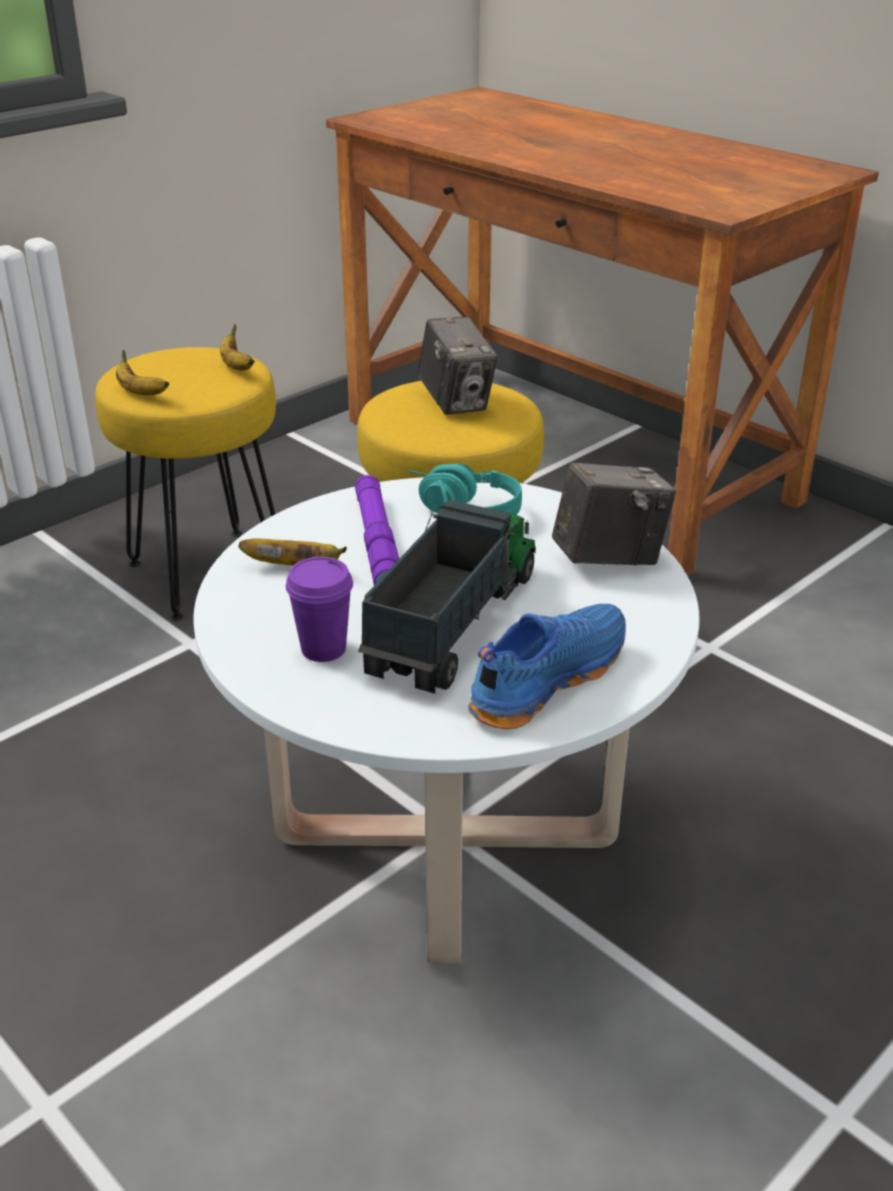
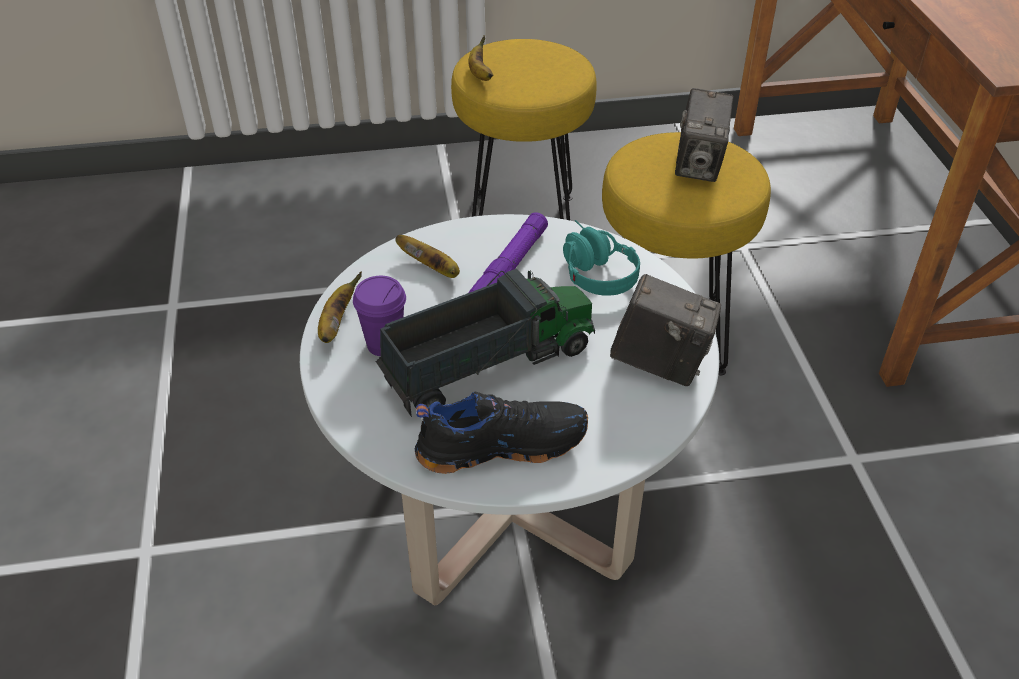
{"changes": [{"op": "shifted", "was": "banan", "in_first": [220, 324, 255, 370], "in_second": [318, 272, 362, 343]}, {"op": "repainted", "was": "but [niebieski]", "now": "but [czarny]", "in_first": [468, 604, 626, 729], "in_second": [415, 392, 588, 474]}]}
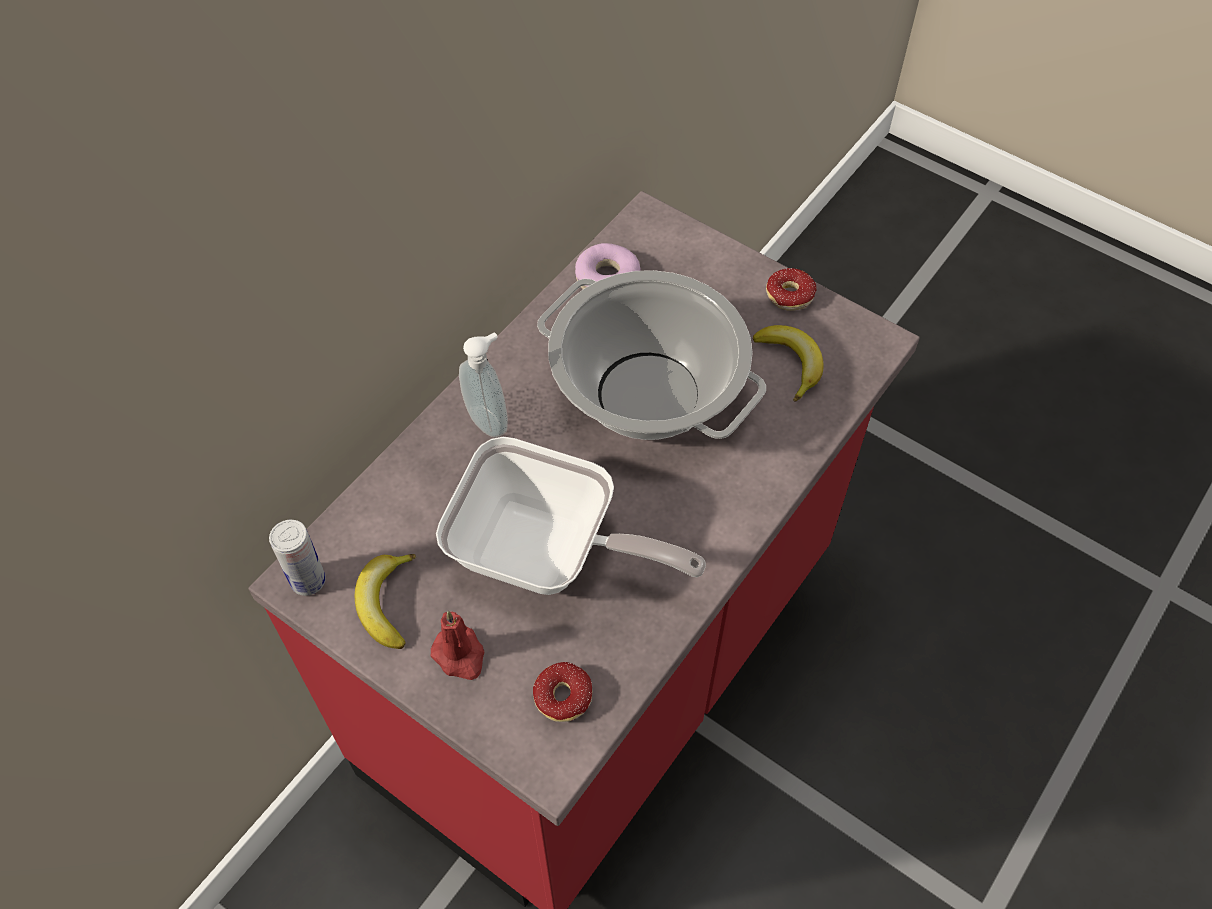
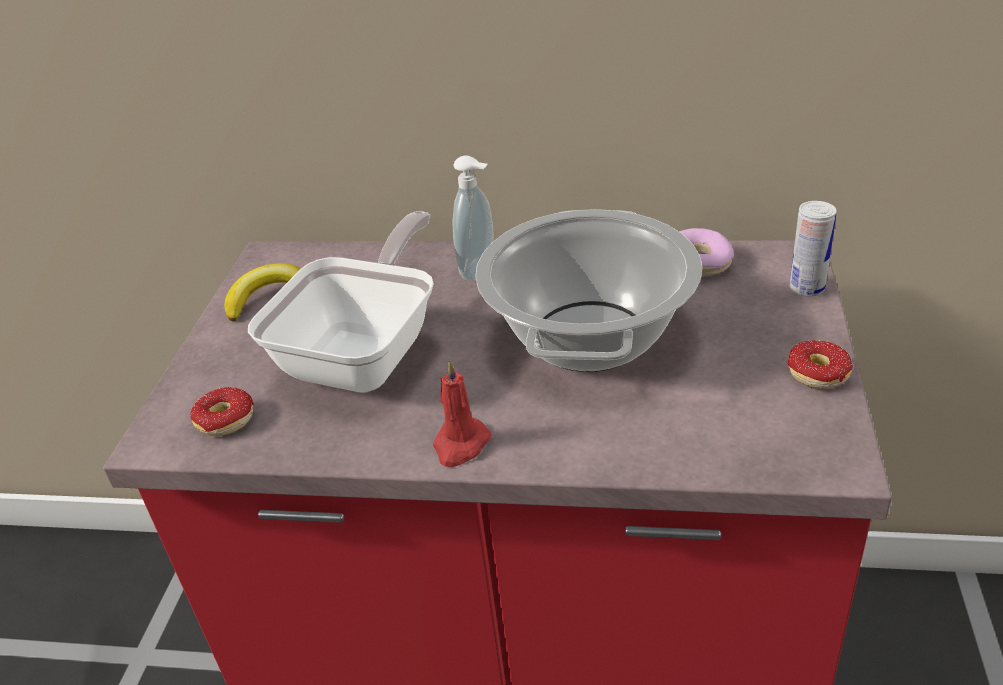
{"changes": [{"op": "gone", "was": "banan", "in_first": [753, 325, 824, 402]}, {"op": "shifted", "was": "puszka", "in_first": [269, 520, 326, 596], "in_second": [789, 201, 837, 297]}, {"op": "shifted", "was": "świeca [czerwony]", "in_first": [430, 611, 484, 680], "in_second": [433, 360, 491, 467]}, {"op": "rotated", "was": "patelnia", "in_first": [436, 437, 706, 595], "in_second": [248, 211, 434, 393], "clockwise": -150}]}
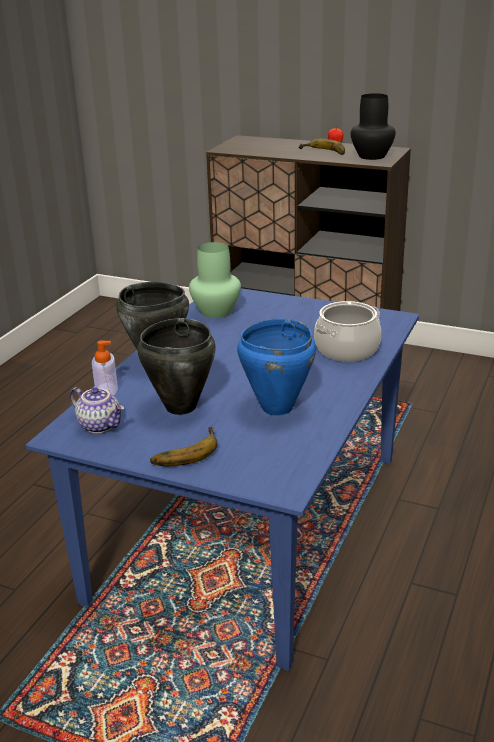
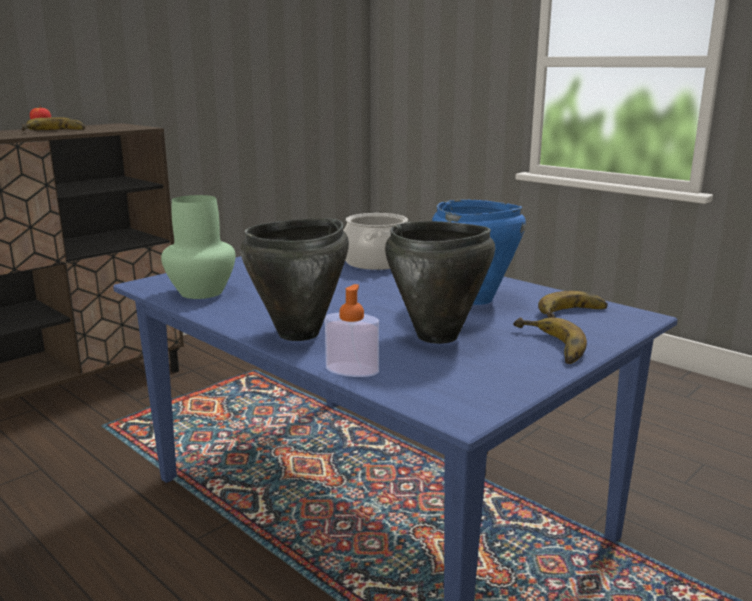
{"changes": [{"op": "gone", "was": "imbryk", "in_first": [70, 387, 124, 433]}, {"op": "gone", "was": "wazon [czarny]", "in_first": [351, 93, 396, 160]}, {"op": "new", "now": "banan", "in_second": [538, 291, 608, 318]}]}
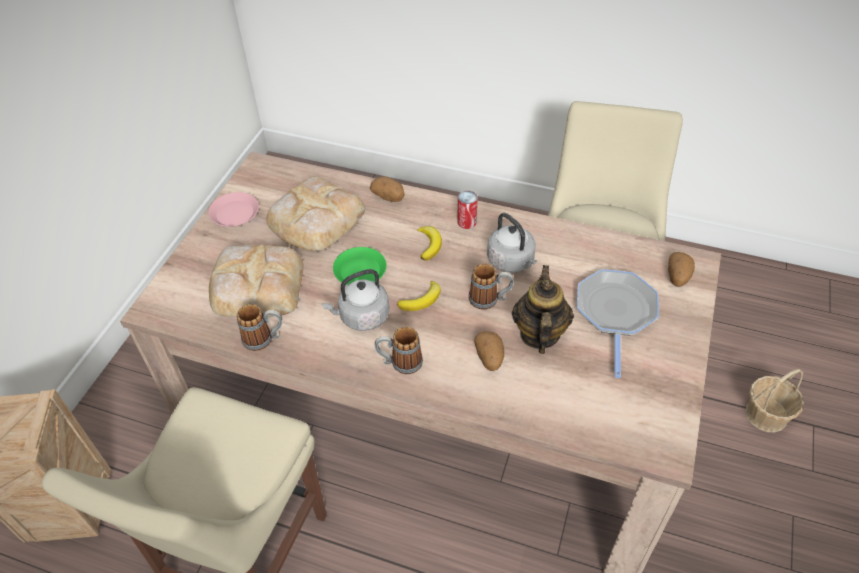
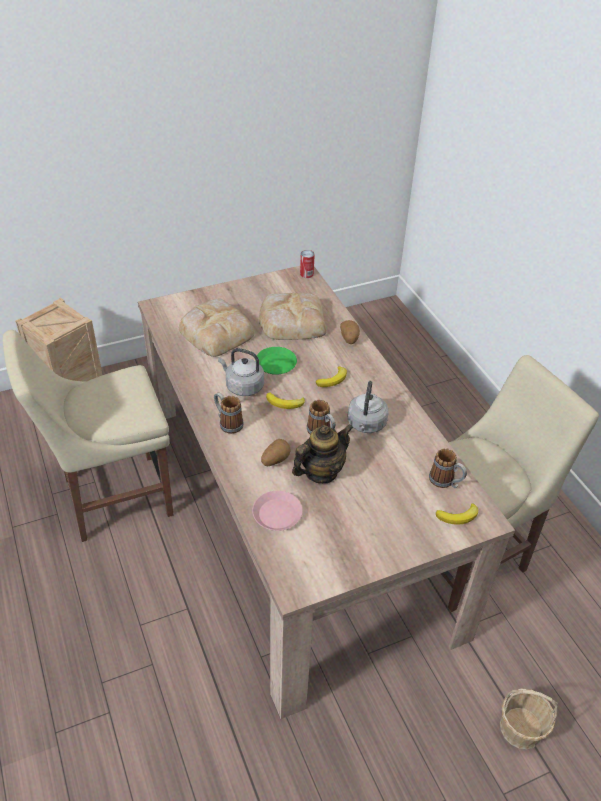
{"changes": [{"op": "gone", "was": "patelnia", "in_first": [577, 269, 659, 378]}, {"op": "shifted", "was": "talerz [różowy]", "in_first": [208, 192, 259, 227], "in_second": [252, 491, 303, 531]}, {"op": "shifted", "was": "kubek", "in_first": [237, 304, 282, 351], "in_second": [429, 448, 467, 488]}, {"op": "shifted", "was": "puszka", "in_first": [457, 191, 478, 229], "in_second": [300, 250, 315, 278]}, {"op": "swapped", "was": "ziemniak", "now": "banan", "in_first": [668, 252, 695, 287], "in_second": [436, 503, 478, 525]}]}
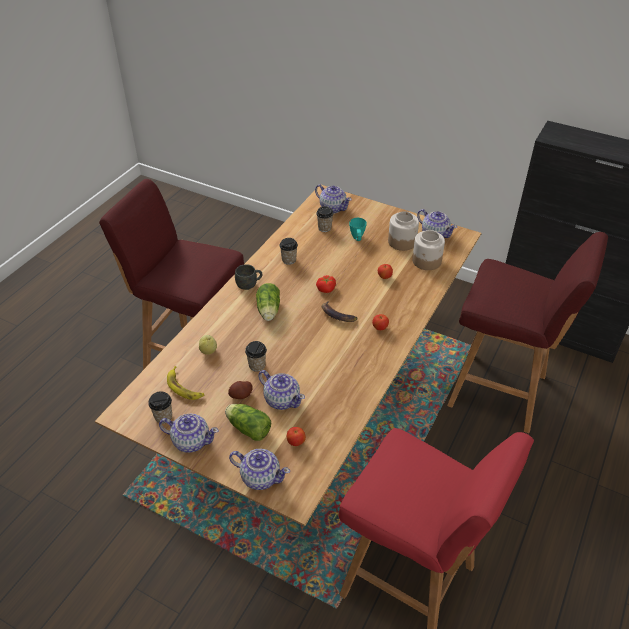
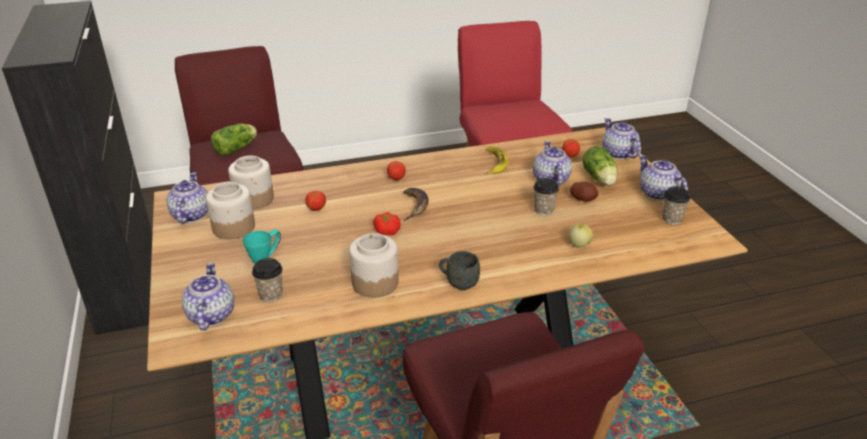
{"changes": [{"op": "shifted", "was": "banan", "in_first": [167, 366, 204, 400], "in_second": [487, 146, 509, 174]}, {"op": "shifted", "was": "sałata", "in_first": [256, 283, 280, 321], "in_second": [211, 124, 257, 156]}, {"op": "swapped", "was": "filiżanka", "now": "słoik", "in_first": [279, 238, 298, 265], "in_second": [349, 233, 398, 298]}]}
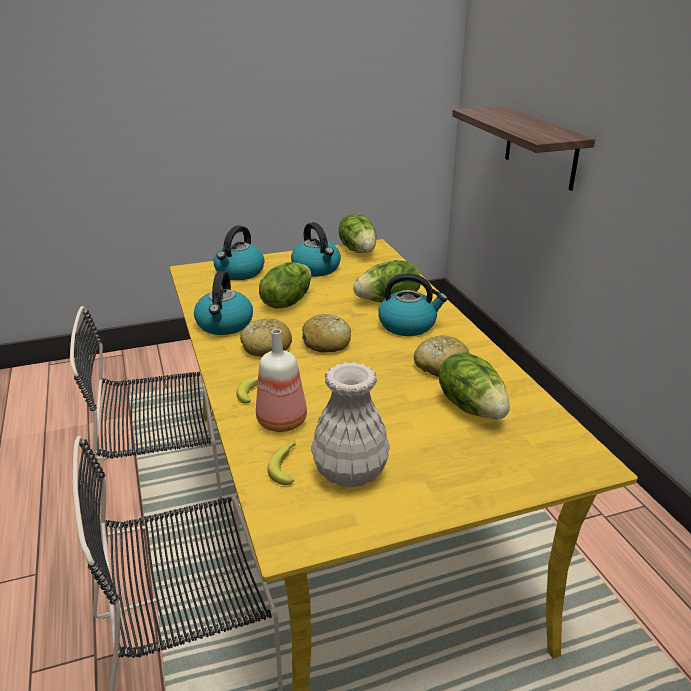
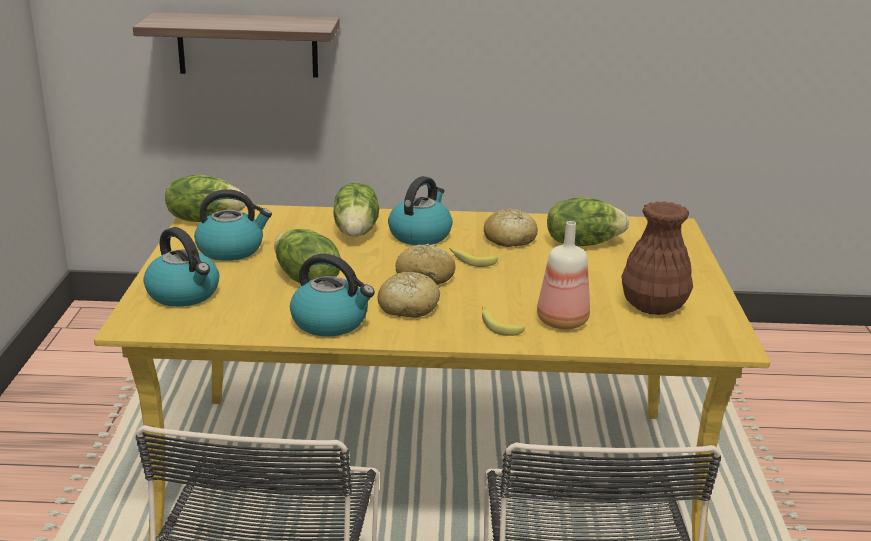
{"changes": [{"op": "shifted", "was": "banan", "in_first": [268, 441, 296, 485], "in_second": [449, 248, 498, 267]}, {"op": "repainted", "was": "wazon [biały]", "now": "wazon [brązowy]", "in_first": [311, 362, 390, 487], "in_second": [621, 201, 693, 315]}]}
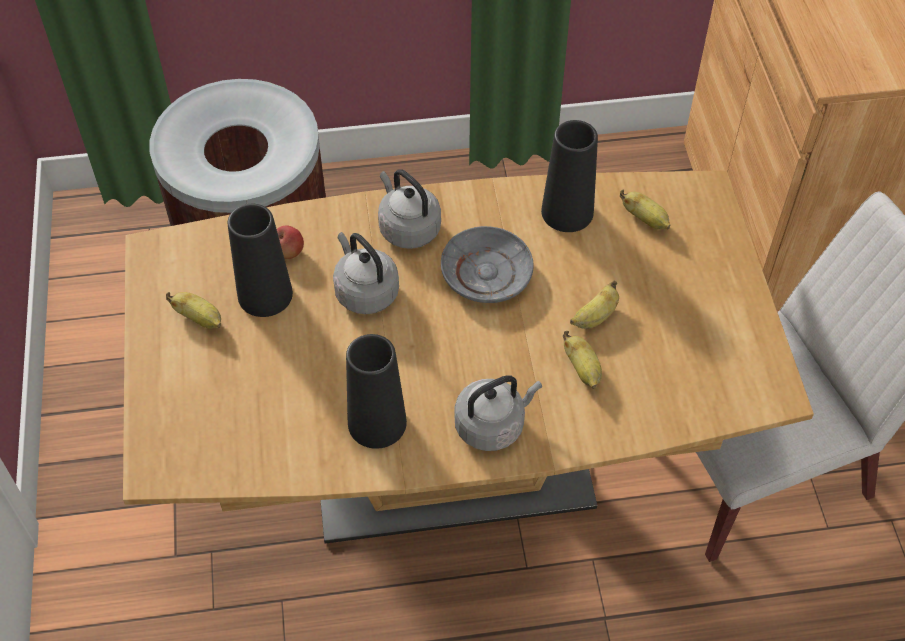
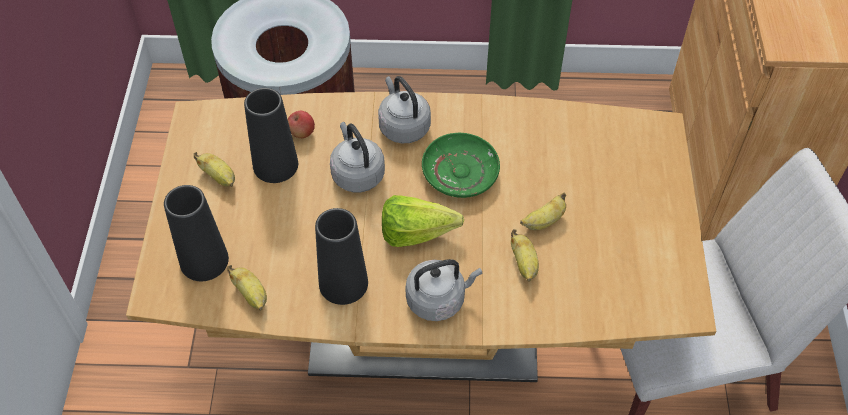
{"changes": [{"op": "new", "now": "sałata", "in_second": [382, 195, 464, 247]}, {"op": "shifted", "was": "wazon [czarny]", "in_first": [541, 120, 598, 232], "in_second": [164, 185, 229, 281]}, {"op": "shifted", "was": "banan", "in_first": [620, 190, 670, 229], "in_second": [227, 265, 267, 311]}, {"op": "repainted", "was": "talerz [szary]", "now": "talerz [zielony]", "in_first": [441, 226, 534, 303], "in_second": [422, 133, 500, 198]}]}
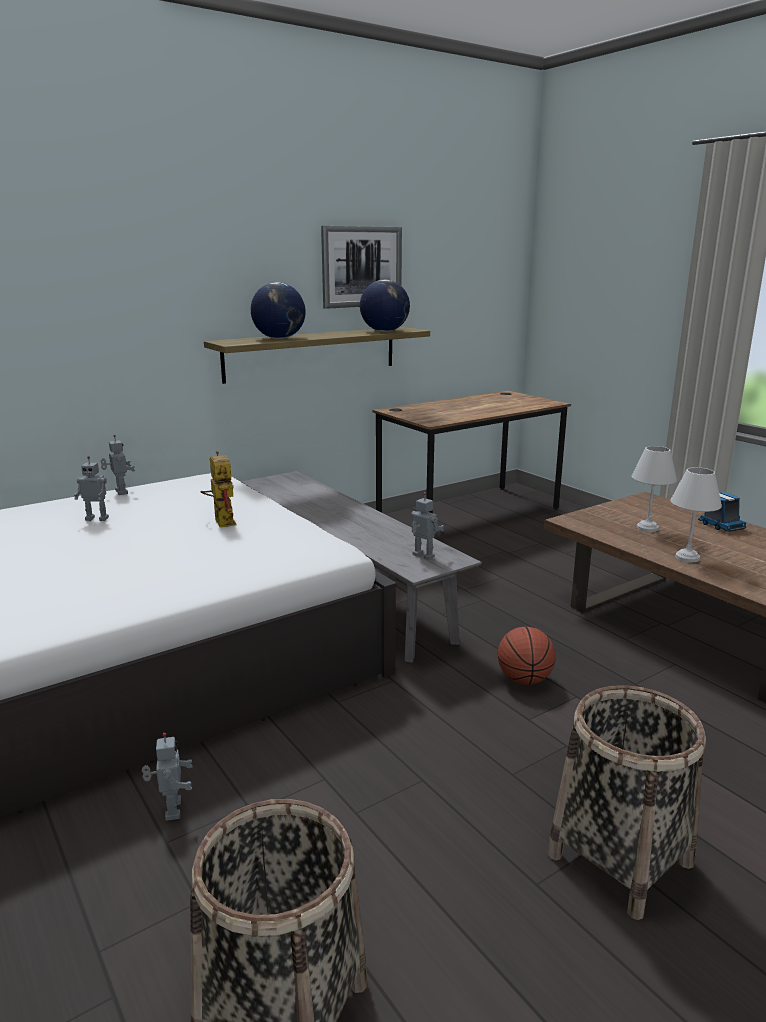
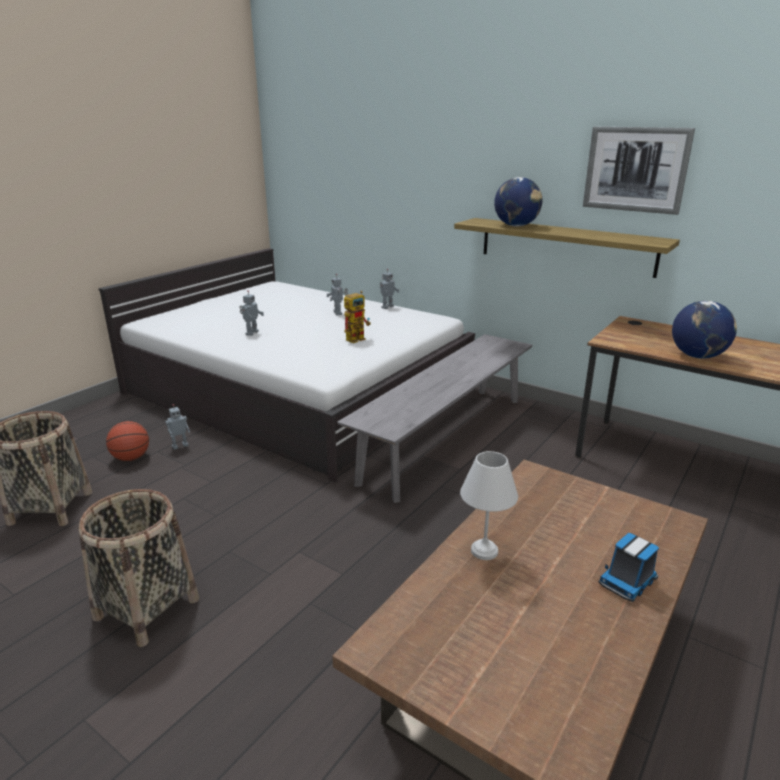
{"changes": [{"op": "gone", "was": "lampa stołowa [biały]", "in_first": [632, 446, 677, 532]}, {"op": "shifted", "was": "globus", "in_first": [360, 280, 410, 332], "in_second": [672, 301, 737, 359]}, {"op": "shifted", "was": "robot zabawkowy", "in_first": [411, 492, 444, 560], "in_second": [239, 290, 264, 336]}, {"op": "shifted", "was": "piłka do koszykówki", "in_first": [498, 627, 556, 685], "in_second": [106, 421, 149, 461]}]}
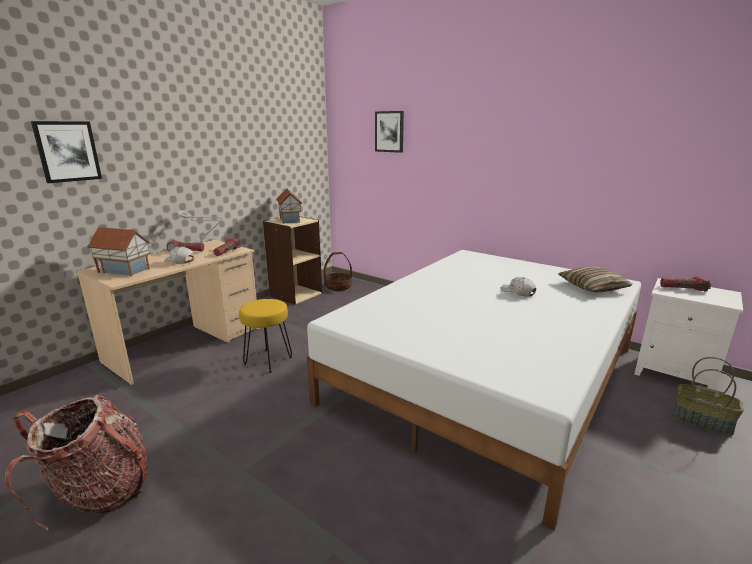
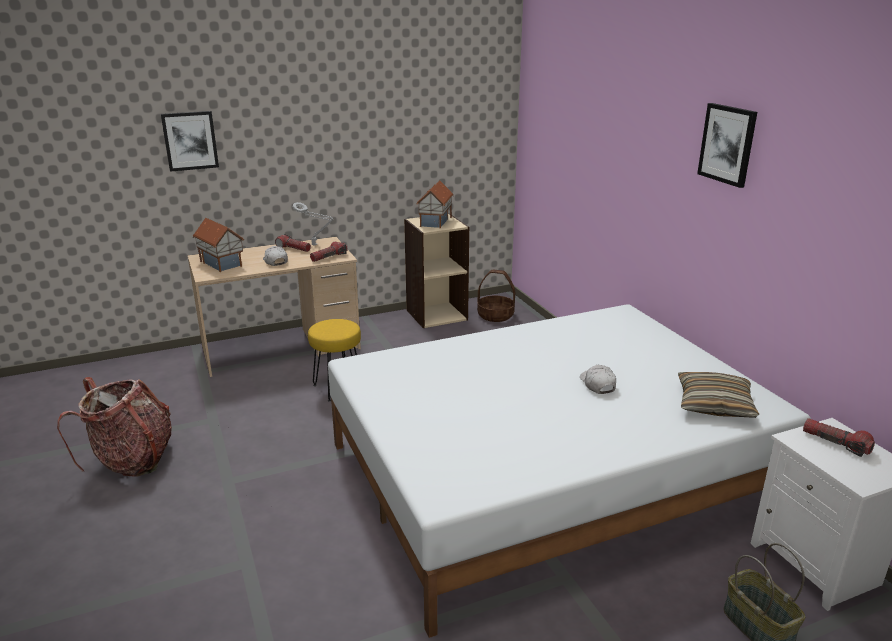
{"changes": [{"op": "shifted", "was": "obraz", "in_first": [375, 111, 404, 153], "in_second": [697, 103, 757, 188]}]}
